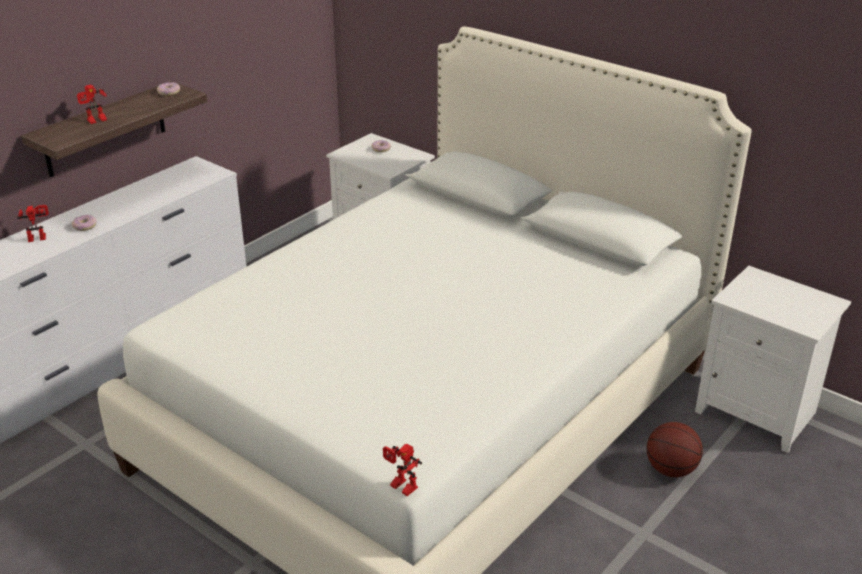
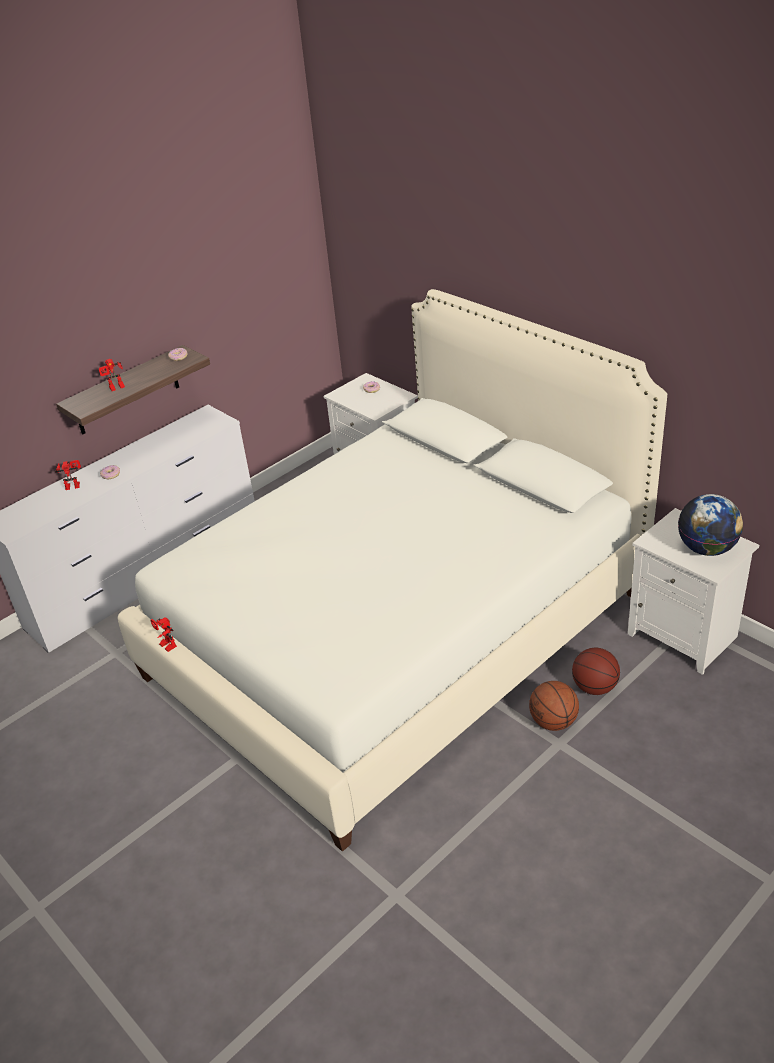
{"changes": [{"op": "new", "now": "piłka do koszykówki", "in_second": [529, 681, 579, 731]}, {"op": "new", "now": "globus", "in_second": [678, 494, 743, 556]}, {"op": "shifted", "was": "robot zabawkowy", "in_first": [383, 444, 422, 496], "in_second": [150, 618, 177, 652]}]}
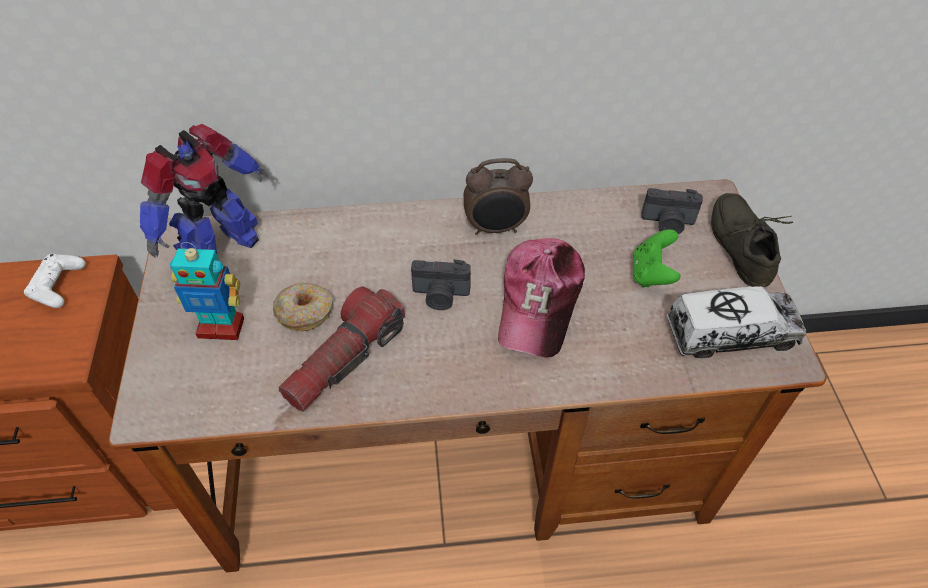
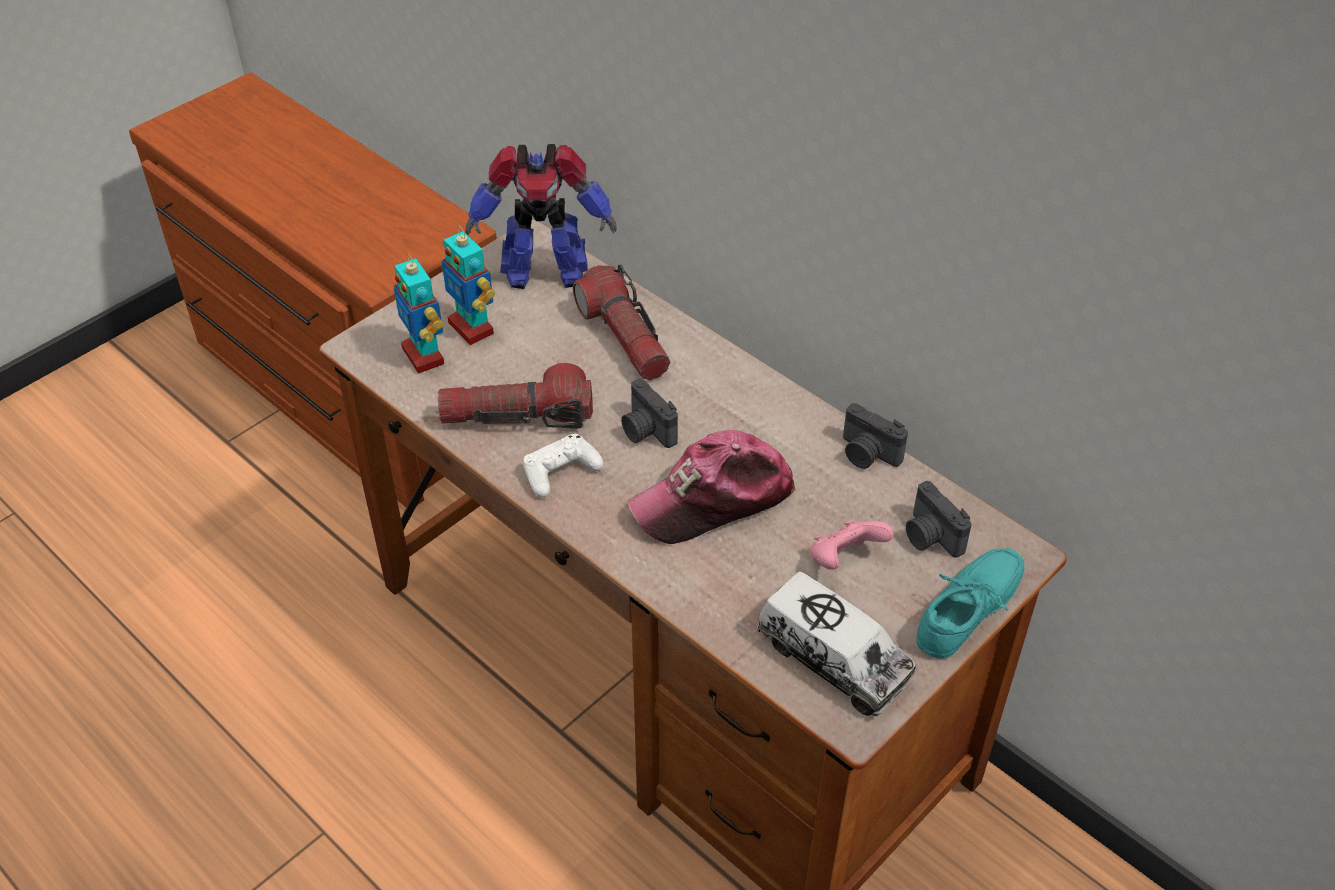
{"changes": [{"op": "gone", "was": "donut", "in_first": [273, 283, 333, 331]}, {"op": "gone", "was": "budzik", "in_first": [464, 158, 533, 235]}, {"op": "new", "now": "robot zabawkowy", "in_second": [393, 253, 444, 374]}, {"op": "new", "now": "latarka", "in_second": [573, 264, 670, 380]}, {"op": "new", "now": "aparat fotograficzny", "in_second": [843, 403, 908, 469]}, {"op": "shifted", "was": "pad do gier [biały]", "in_first": [24, 254, 86, 308], "in_second": [523, 434, 604, 498]}, {"op": "repainted", "was": "pad do gier [zielony]", "now": "pad do gier [różowy]", "in_first": [633, 229, 681, 288], "in_second": [810, 520, 893, 570]}, {"op": "repainted", "was": "but [szary]", "now": "but [turkusowy]", "in_first": [711, 193, 793, 287], "in_second": [916, 548, 1025, 659]}]}
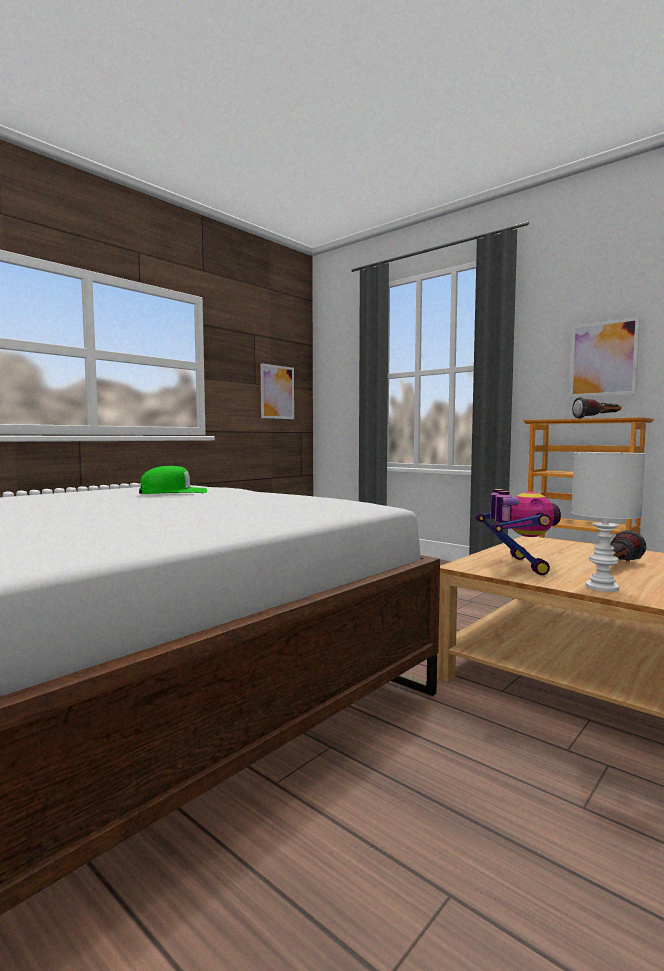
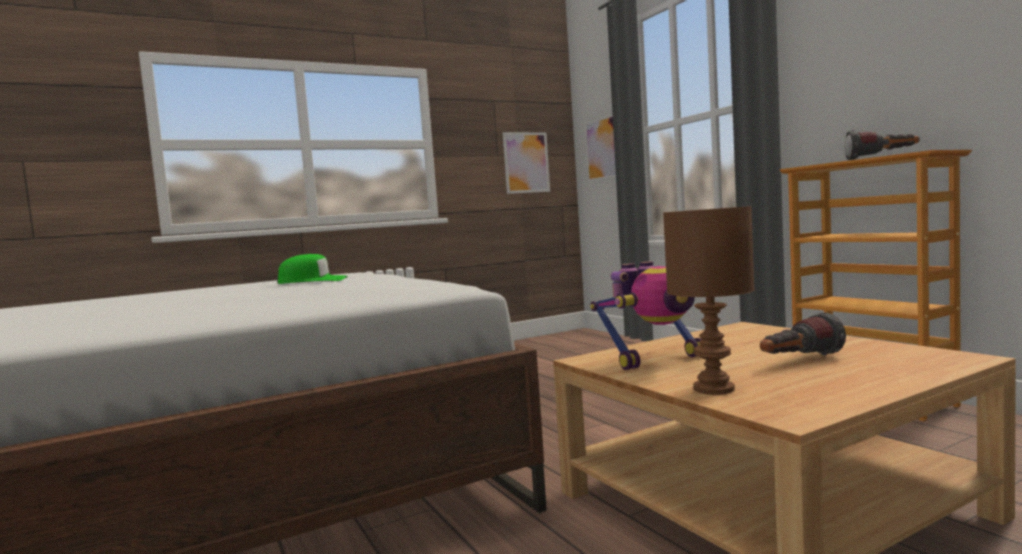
{"changes": [{"op": "shifted", "was": "obraz", "in_first": [569, 317, 640, 398], "in_second": [584, 114, 616, 182]}, {"op": "repainted", "was": "lampa stołowa [biały]", "now": "lampa stołowa [brązowy]", "in_first": [572, 452, 645, 592], "in_second": [663, 206, 754, 395]}, {"op": "rotated", "was": "robot zabawkowy", "in_first": [476, 489, 561, 575], "in_second": [590, 261, 701, 370], "clockwise": 45}]}
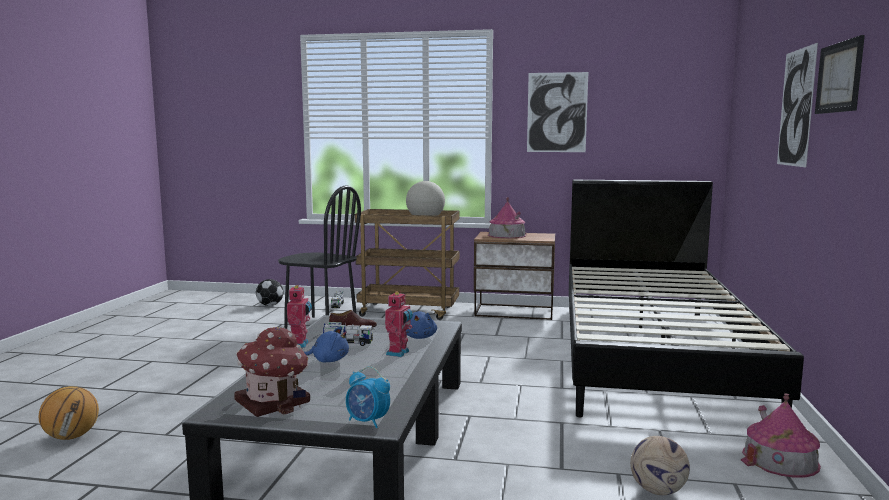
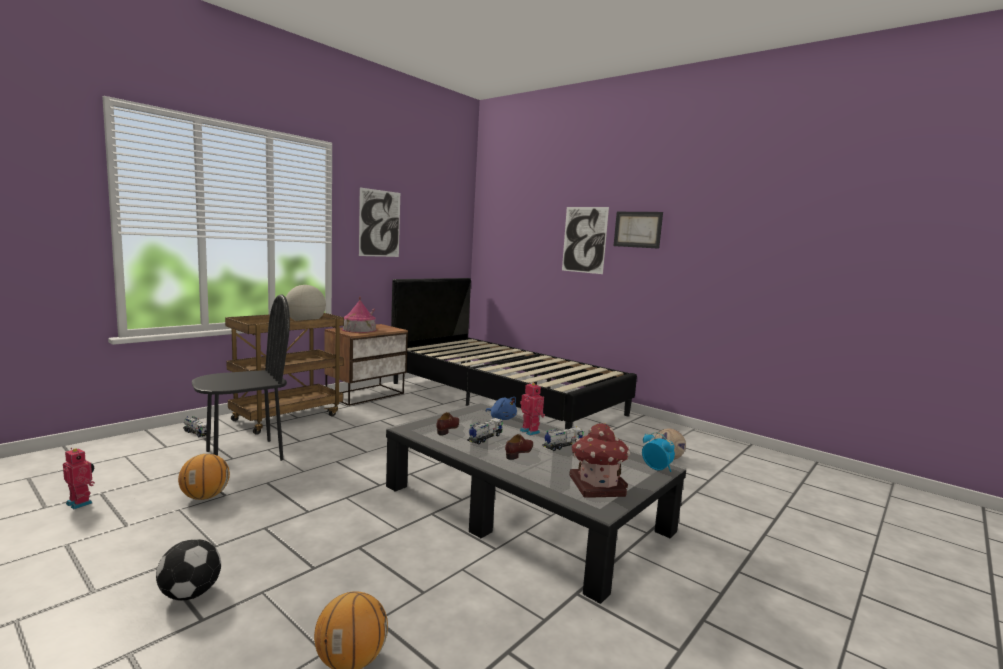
{"changes": [{"op": "gone", "was": "domek", "in_first": [741, 393, 821, 478]}, {"op": "new", "now": "piłka do koszykówki", "in_second": [178, 454, 230, 500]}, {"op": "new", "now": "ciężarówka zabawkowa", "in_second": [542, 427, 584, 451]}, {"op": "shifted", "was": "piłka futbolowa", "in_first": [256, 279, 283, 306], "in_second": [156, 539, 221, 600]}, {"op": "shifted", "was": "robot zabawkowy", "in_first": [287, 285, 312, 348], "in_second": [63, 448, 95, 509]}, {"op": "swapped", "was": "pluszak [niebieski]", "now": "but [brązowy]", "in_first": [304, 327, 349, 362], "in_second": [505, 434, 533, 460]}, {"op": "rotated", "was": "budzik", "in_first": [346, 366, 390, 428], "in_second": [642, 432, 675, 472], "clockwise": -105}]}
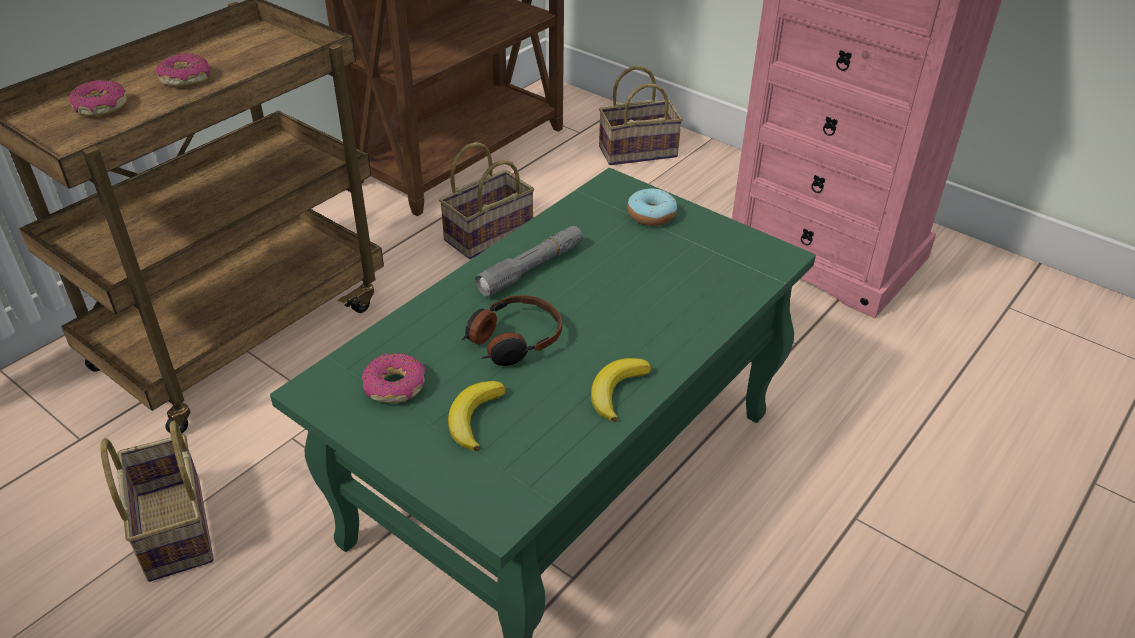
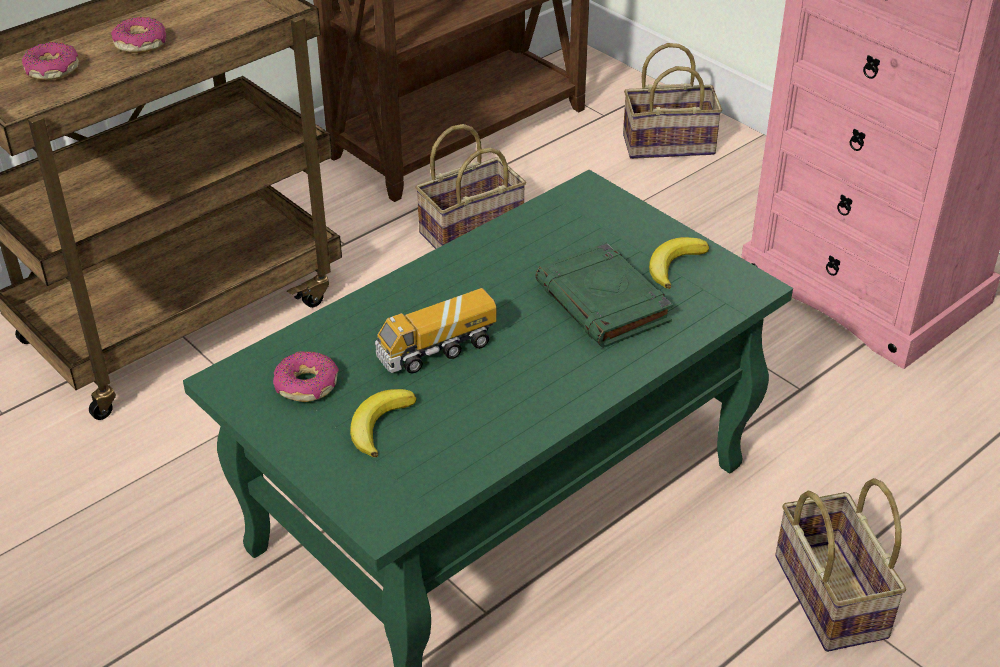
{"changes": [{"op": "gone", "was": "latarka [szary]", "in_first": [475, 226, 583, 297]}, {"op": "gone", "was": "donut", "in_first": [627, 188, 677, 226]}, {"op": "new", "now": "książka [zielony]", "in_second": [536, 242, 673, 348]}, {"op": "shifted", "was": "koszyk", "in_first": [100, 420, 214, 582], "in_second": [775, 478, 906, 652]}, {"op": "shifted", "was": "banan", "in_first": [591, 358, 652, 422], "in_second": [649, 237, 709, 289]}, {"op": "swapped", "was": "słuchawki", "now": "ciężarówka zabawkowa", "in_first": [461, 295, 562, 366], "in_second": [375, 288, 497, 374]}]}
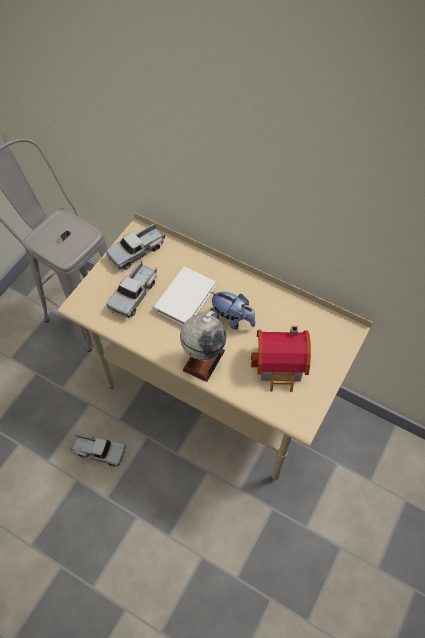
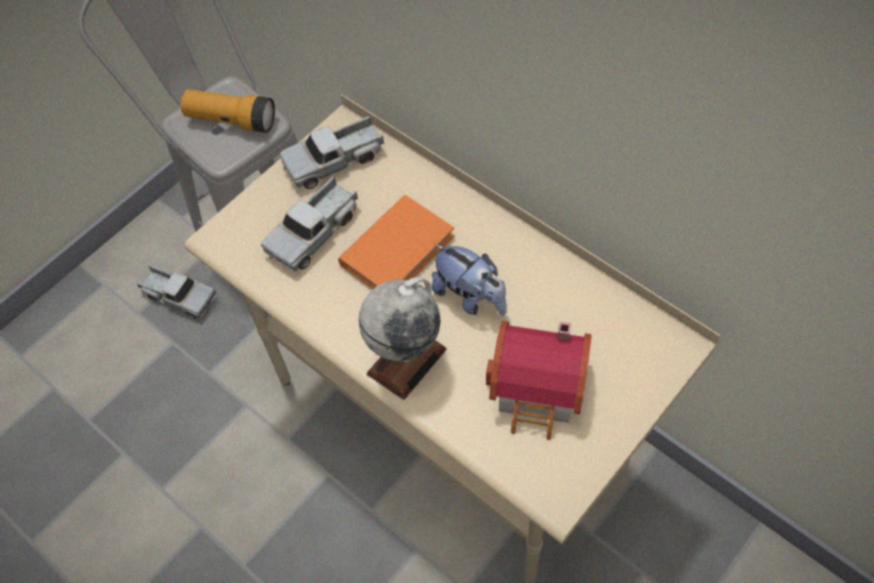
{"changes": [{"op": "new", "now": "latarka", "in_second": [180, 89, 275, 133]}, {"op": "shifted", "was": "ciężarówka zabawkowa", "in_first": [70, 434, 126, 467], "in_second": [136, 265, 217, 319]}, {"op": "repainted", "was": "książka [biały]", "now": "książka [pomarańczowy]", "in_first": [153, 267, 216, 326], "in_second": [338, 195, 455, 289]}]}
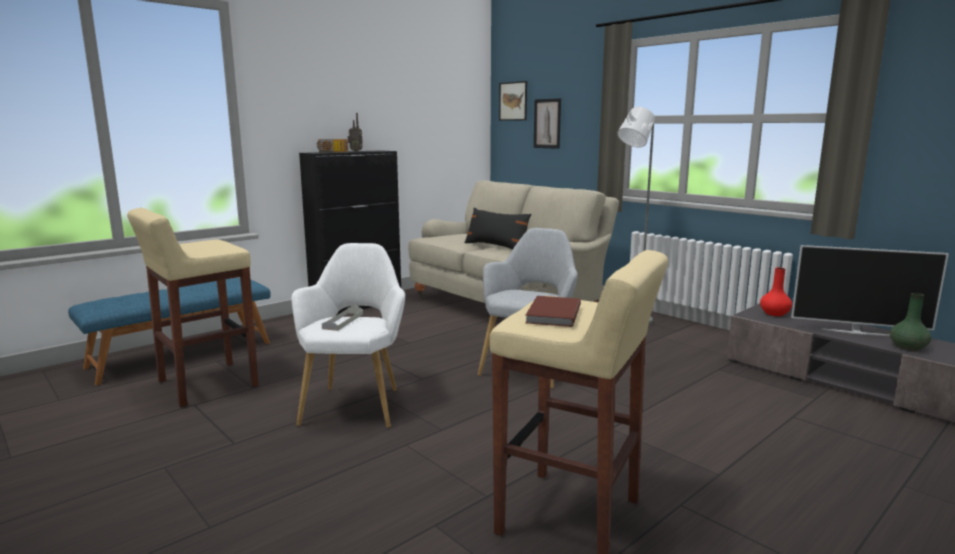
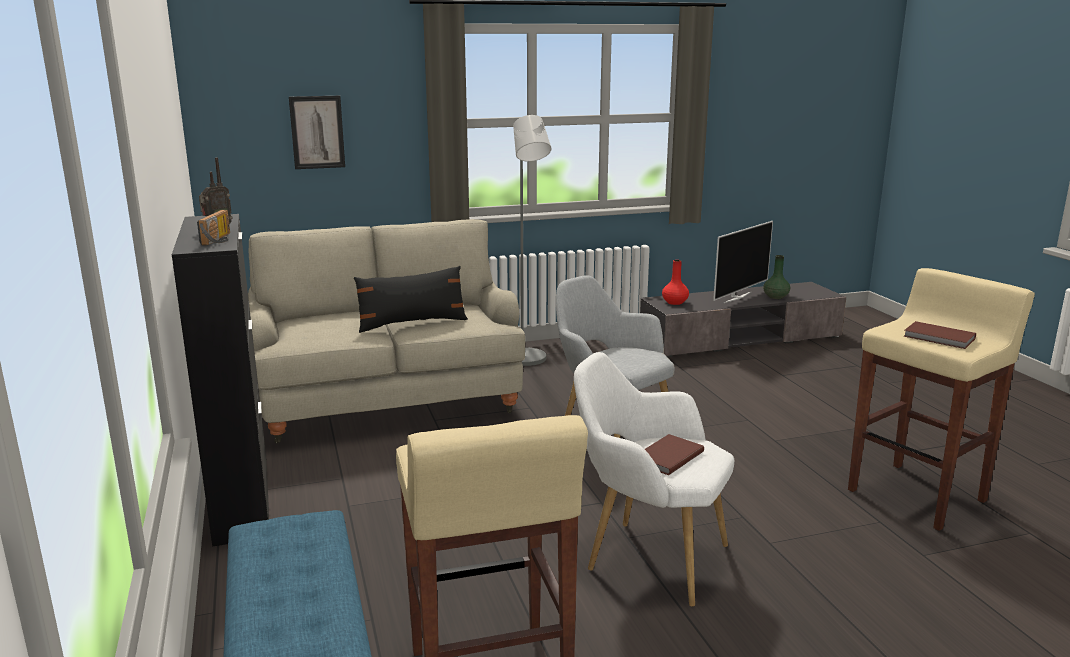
{"changes": [{"op": "gone", "was": "obraz", "in_first": [499, 81, 527, 121]}, {"op": "swapped", "was": "taca [szary]", "now": "książka [brązowy]", "in_first": [322, 305, 363, 331], "in_second": [645, 434, 704, 475]}]}
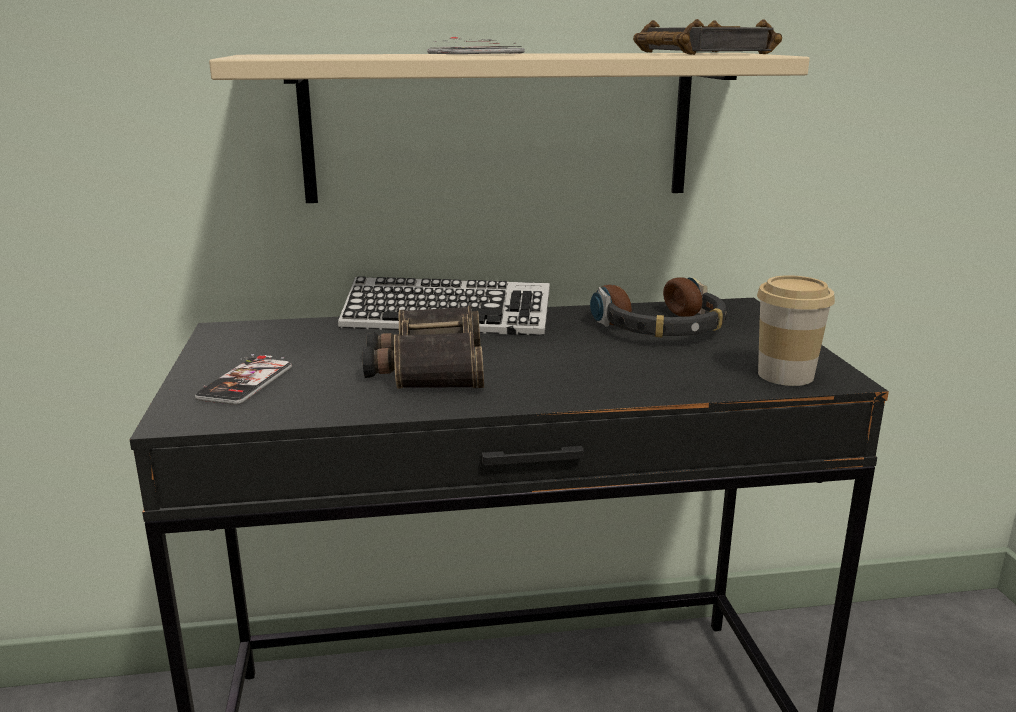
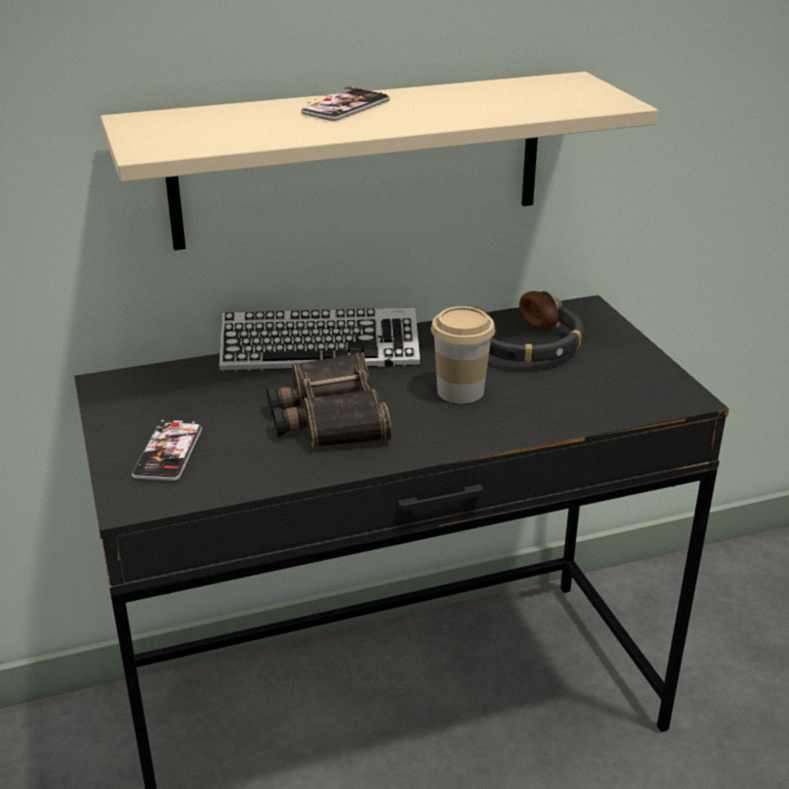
{"changes": [{"op": "gone", "was": "książka [czarny]", "in_first": [633, 19, 782, 55]}, {"op": "shifted", "was": "filiżanka", "in_first": [757, 275, 835, 386], "in_second": [431, 306, 495, 404]}]}
